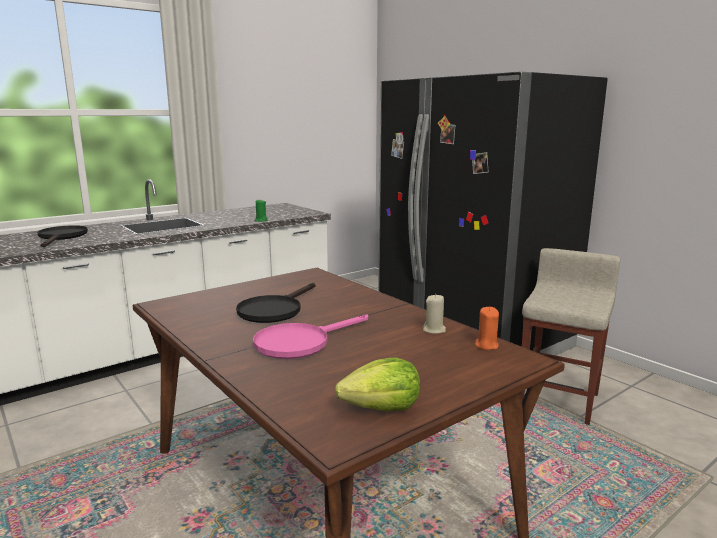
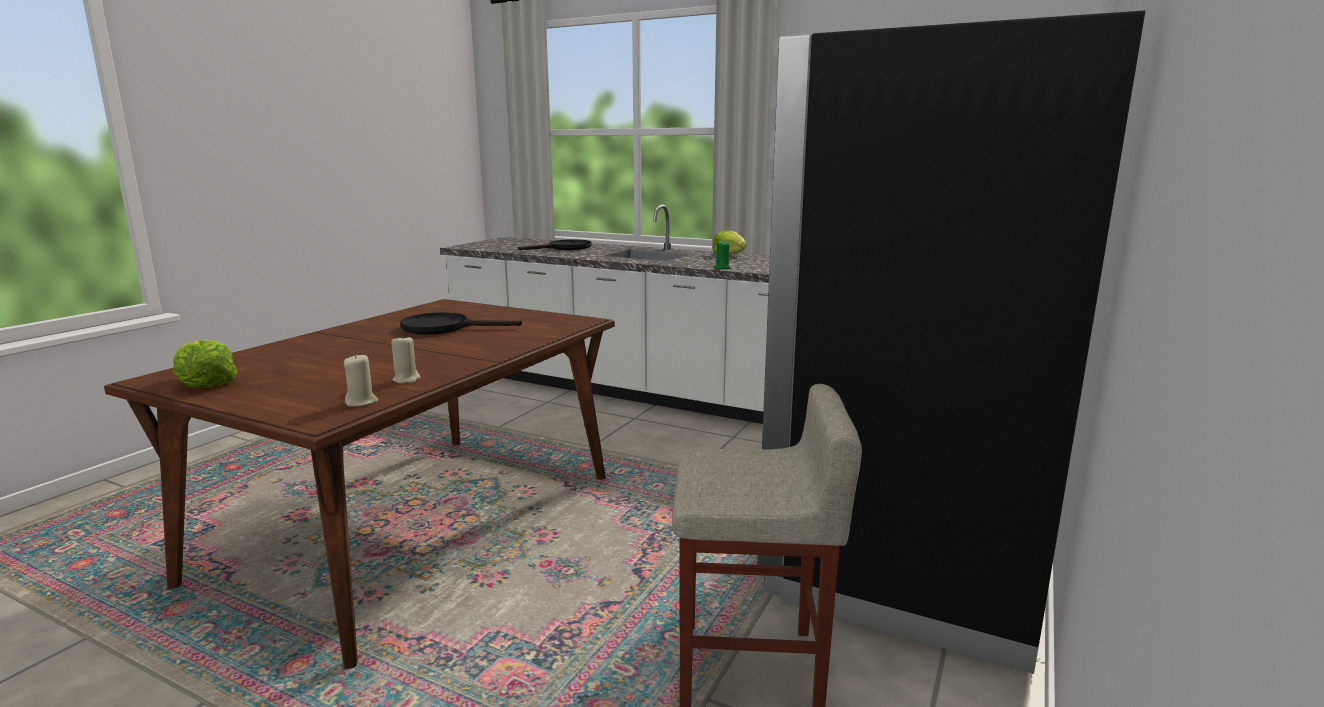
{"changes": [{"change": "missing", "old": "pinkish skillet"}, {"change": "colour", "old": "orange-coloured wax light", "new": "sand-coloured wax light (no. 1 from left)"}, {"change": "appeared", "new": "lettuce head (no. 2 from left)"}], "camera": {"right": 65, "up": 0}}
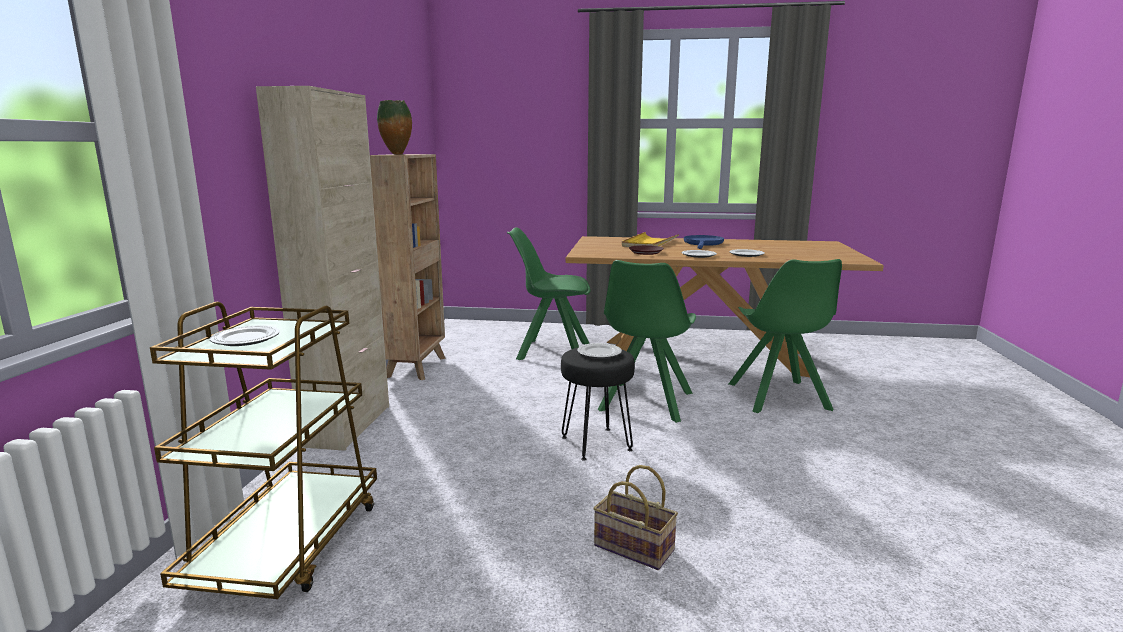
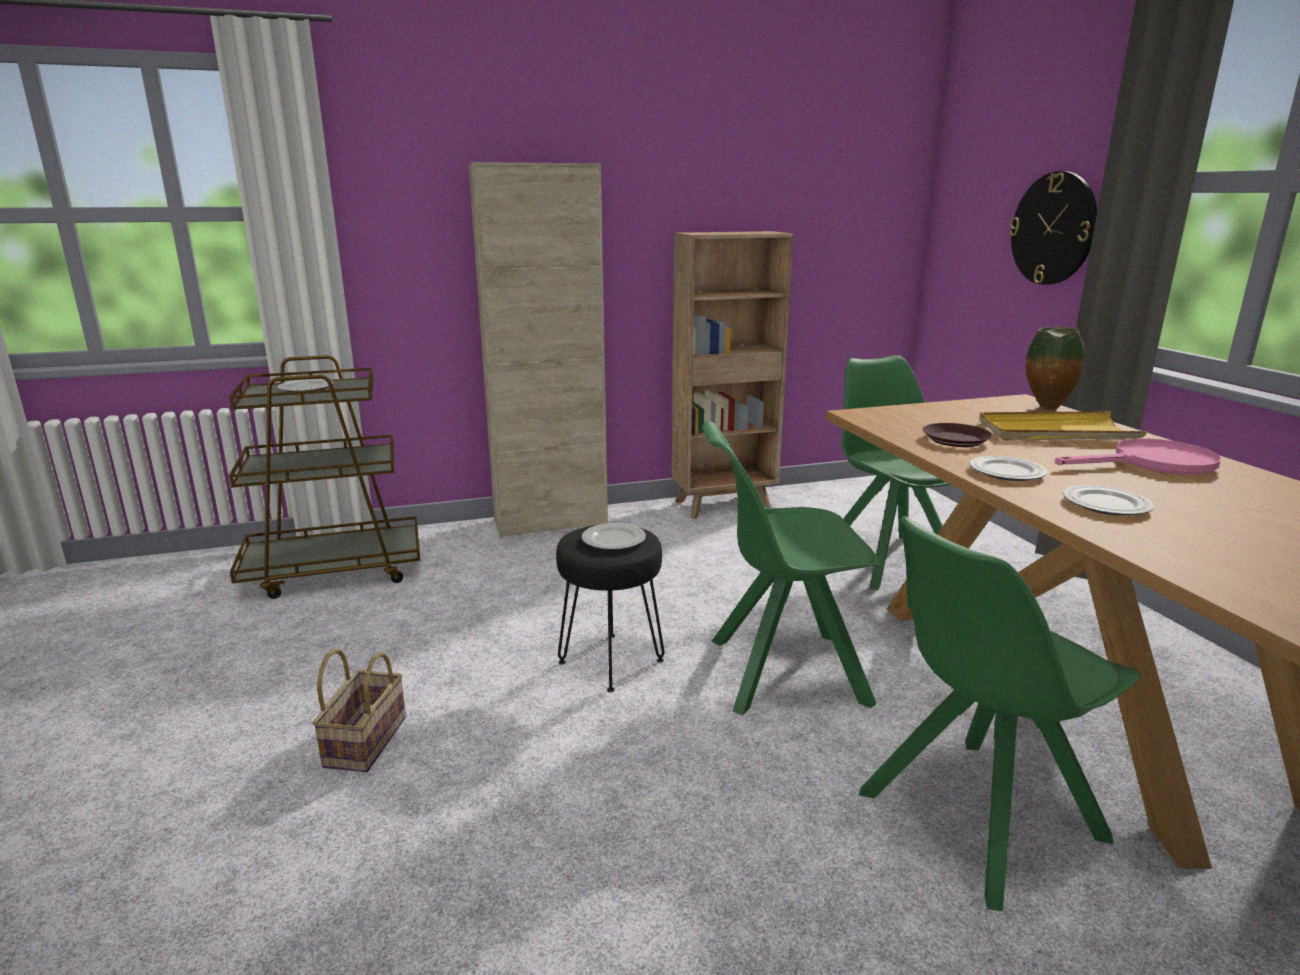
{"changes": [{"change": "relocated", "old": "decorative vase"}, {"change": "colour", "old": "bluish skillet", "new": "pinkish skillet"}, {"change": "appeared", "new": "clock on the wall"}], "camera": {"right": 65, "up": 5}}
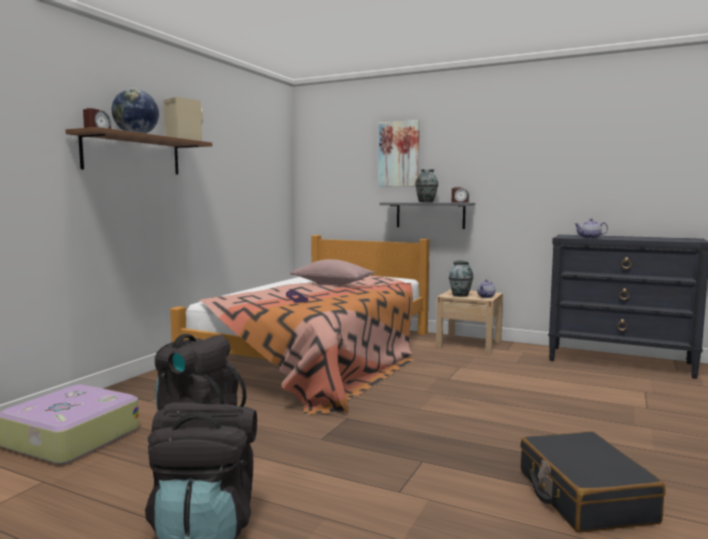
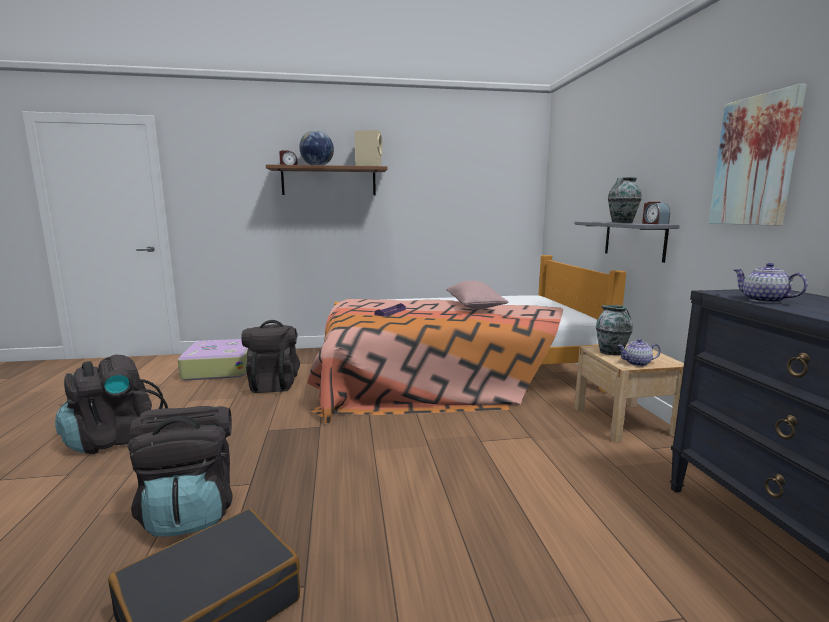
{"changes": [{"change": "relocated", "old": "picture"}, {"change": "appeared", "new": "black rucksack (no. 2 from left)"}], "camera": {"right": 55, "up": 5}}
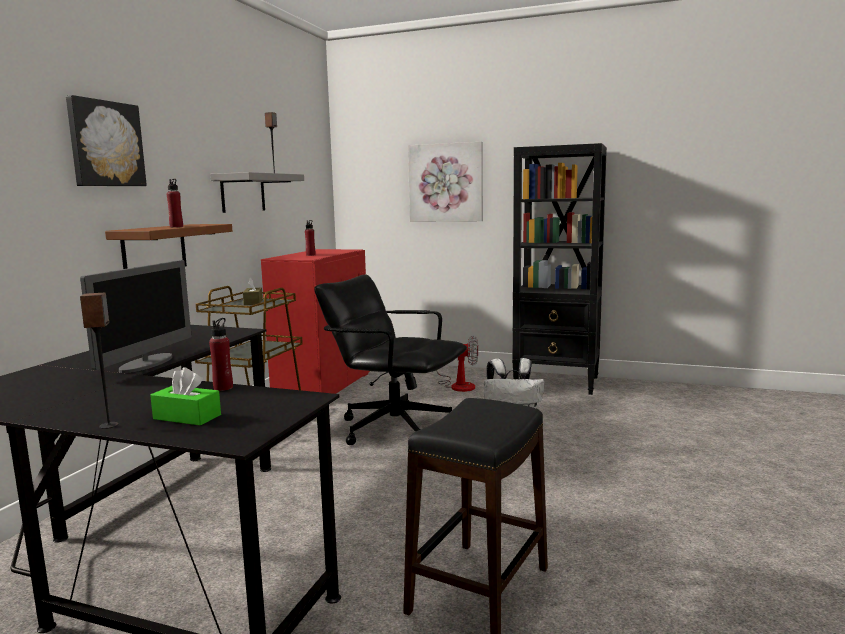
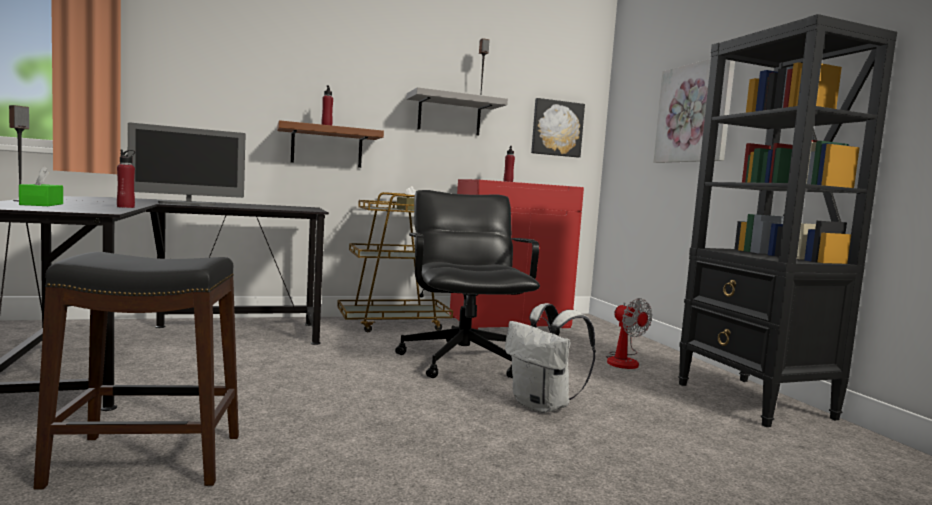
{"changes": [{"change": "relocated", "old": "picture (no. 1 from left)"}], "camera": {"right": 50, "up": -5}}
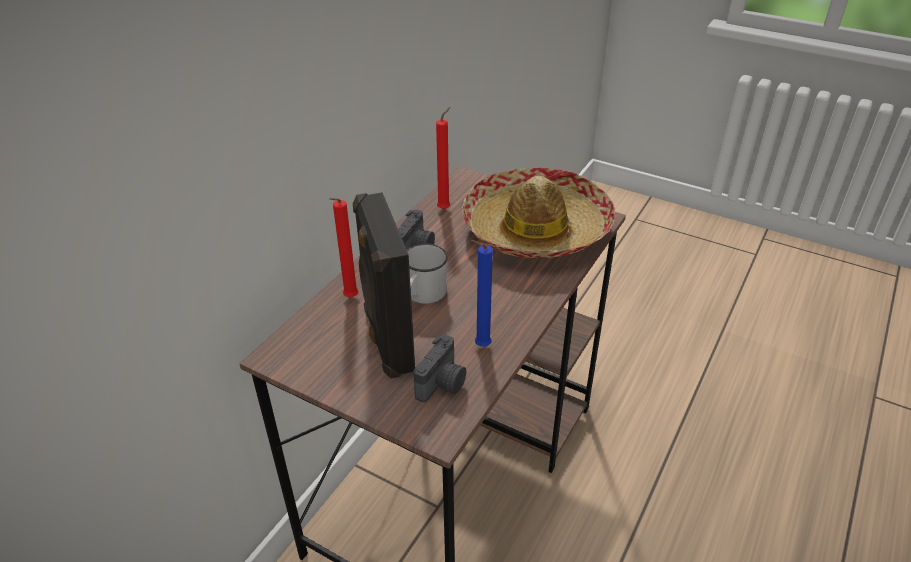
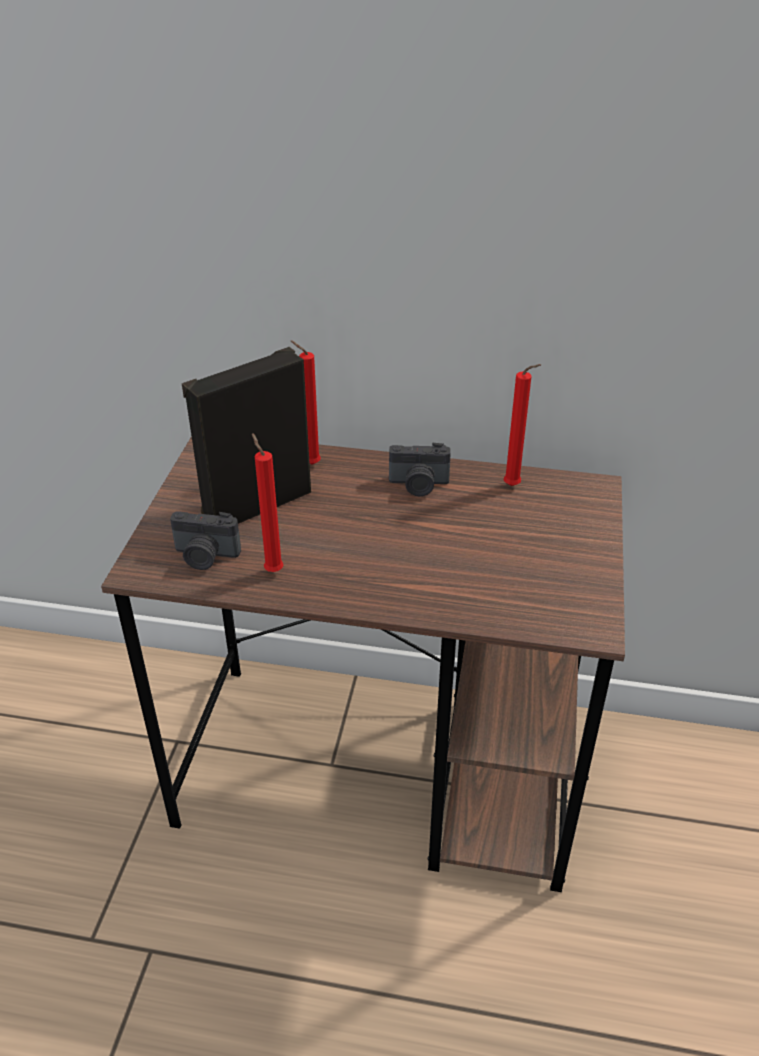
{"changes": [{"change": "missing", "old": "white tea mug"}, {"change": "missing", "old": "hat"}, {"change": "colour", "old": "bluish wax light", "new": "reddish wax light (no. 1 from left)"}], "camera": {"right": 70, "up": 0}}
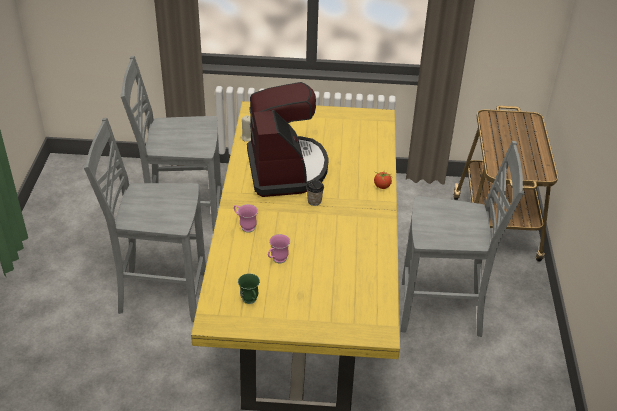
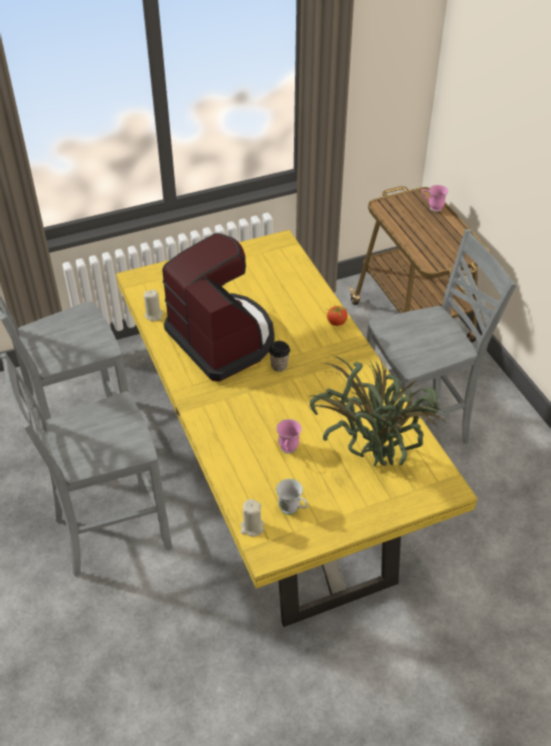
{"changes": [{"change": "relocated", "old": "pinkish tea mug (no. 1 from left in the first image)", "new": "pinkish tea mug (no. 2 from left)"}, {"change": "colour", "old": "greenish tea mug", "new": "white tea mug"}, {"change": "appeared", "new": "sand-coloured wax light (no. 2 from left)"}, {"change": "appeared", "new": "potted plant"}], "camera": {"right": -25, "up": 5}}
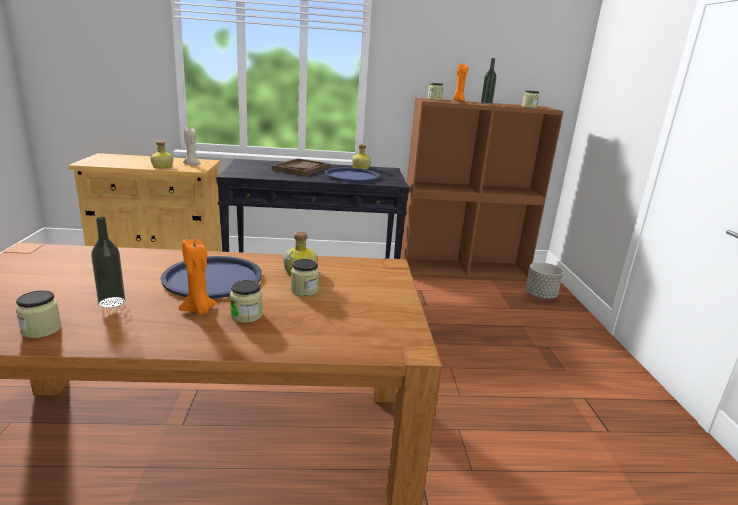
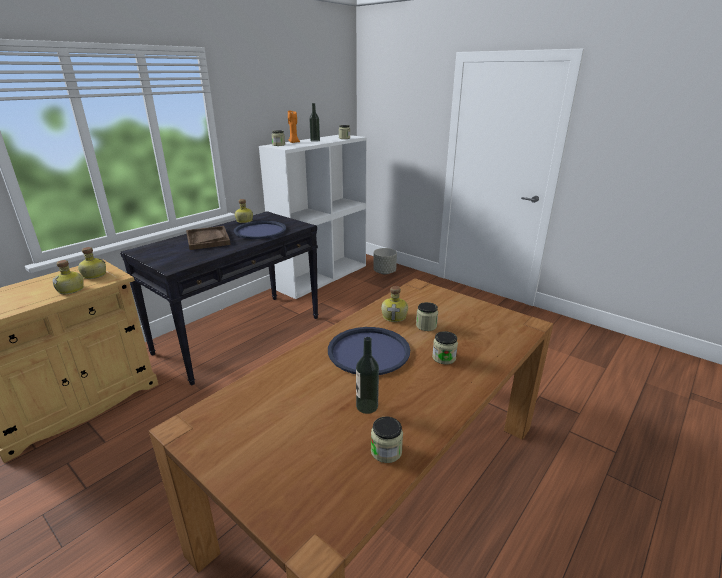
{"changes": [{"change": "missing", "old": "orange-coloured wax light (no. 1 from left)"}, {"change": "exchanged", "old": "sand-coloured wax light", "new": "drink bottle (no. 2 from left)"}, {"change": "colour", "old": "brownish bookshelf", "new": "white bookshelf"}], "camera": {"right": -45, "up": 5}}
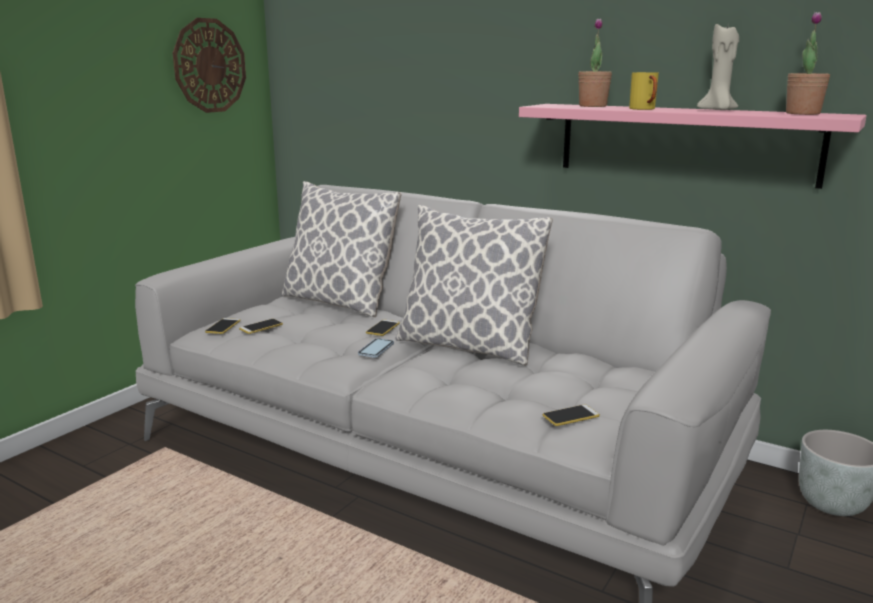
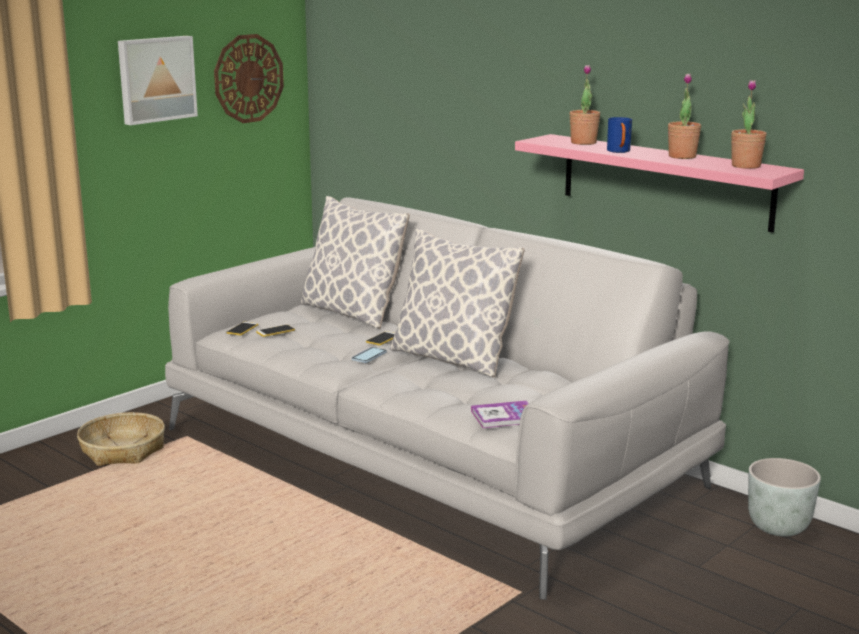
{"changes": [{"change": "exchanged", "old": "telephone (no. 5 from left)", "new": "bound book"}, {"change": "colour", "old": "yellow-coloured tea mug", "new": "bluish tea mug"}, {"change": "exchanged", "old": "sand-coloured wax light", "new": "potted plant (no. 2 from left)"}, {"change": "appeared", "new": "basket"}, {"change": "appeared", "new": "picture"}], "camera": {"right": 10, "up": 0}}
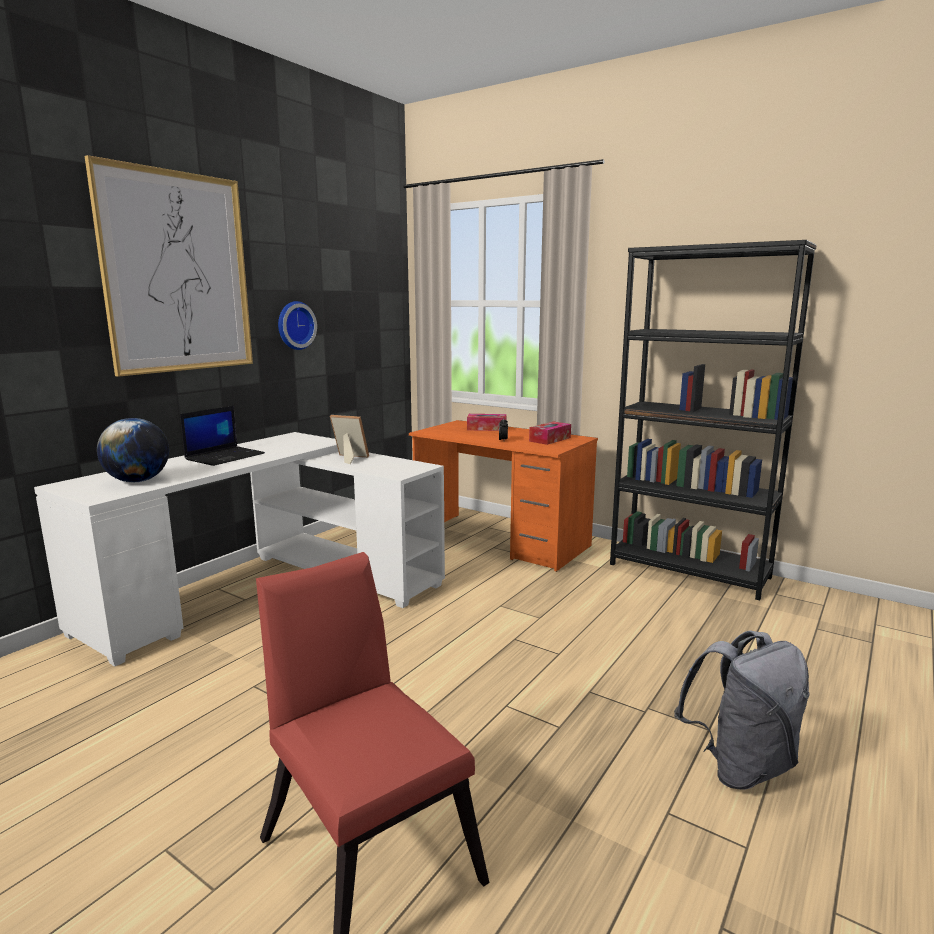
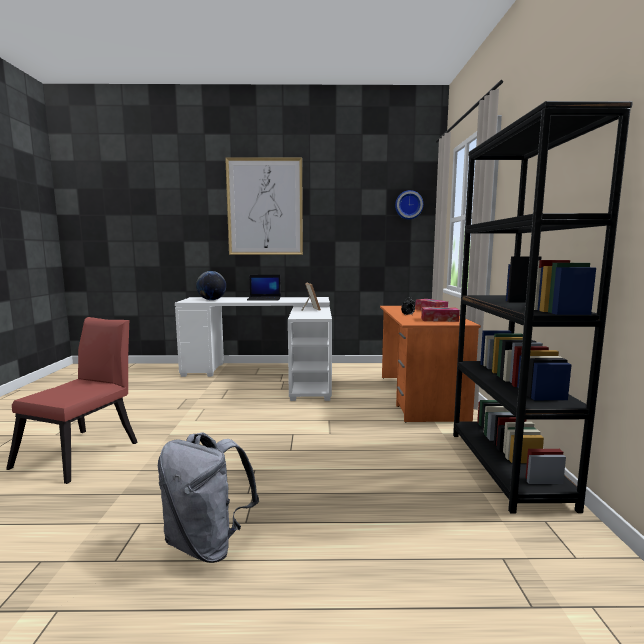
{"changes": [{"change": "relocated", "old": "clock on the wall"}], "camera": {"right": 55, "up": -5}}
